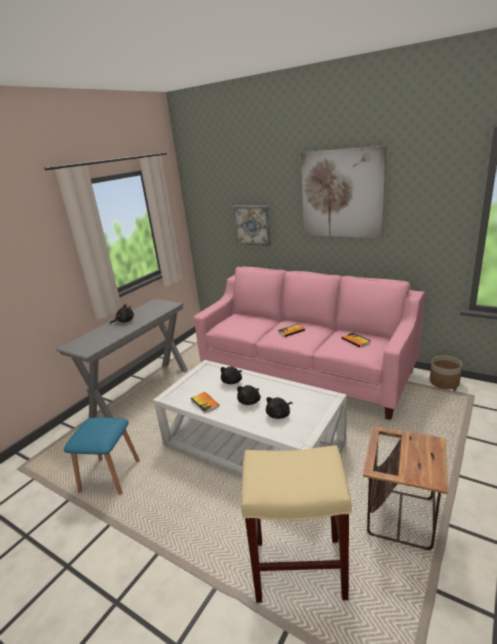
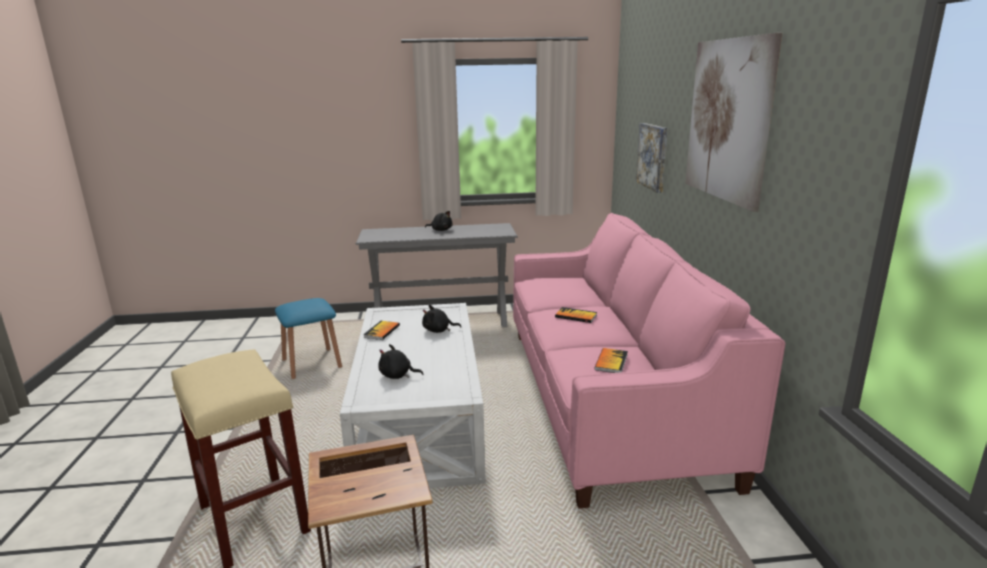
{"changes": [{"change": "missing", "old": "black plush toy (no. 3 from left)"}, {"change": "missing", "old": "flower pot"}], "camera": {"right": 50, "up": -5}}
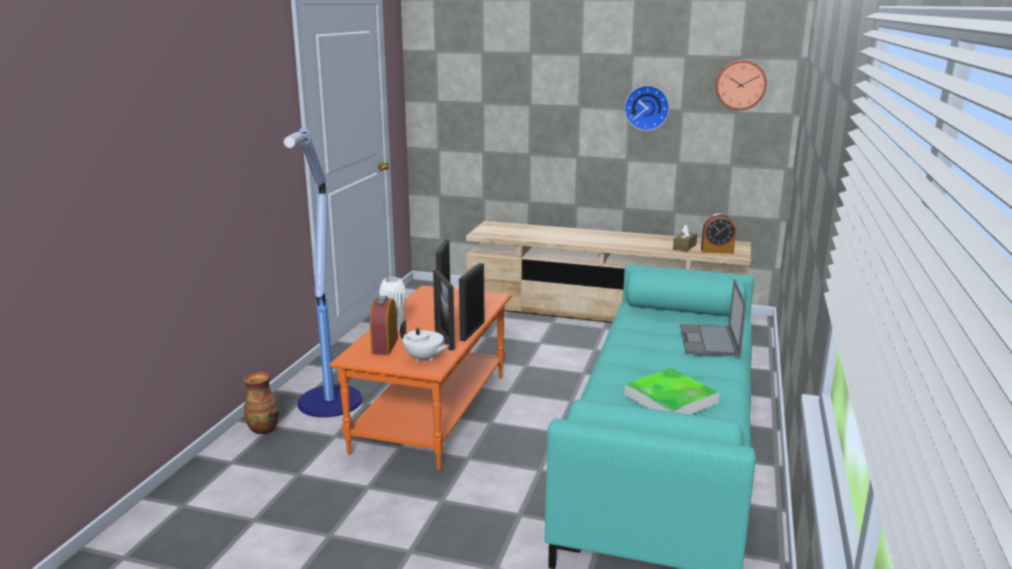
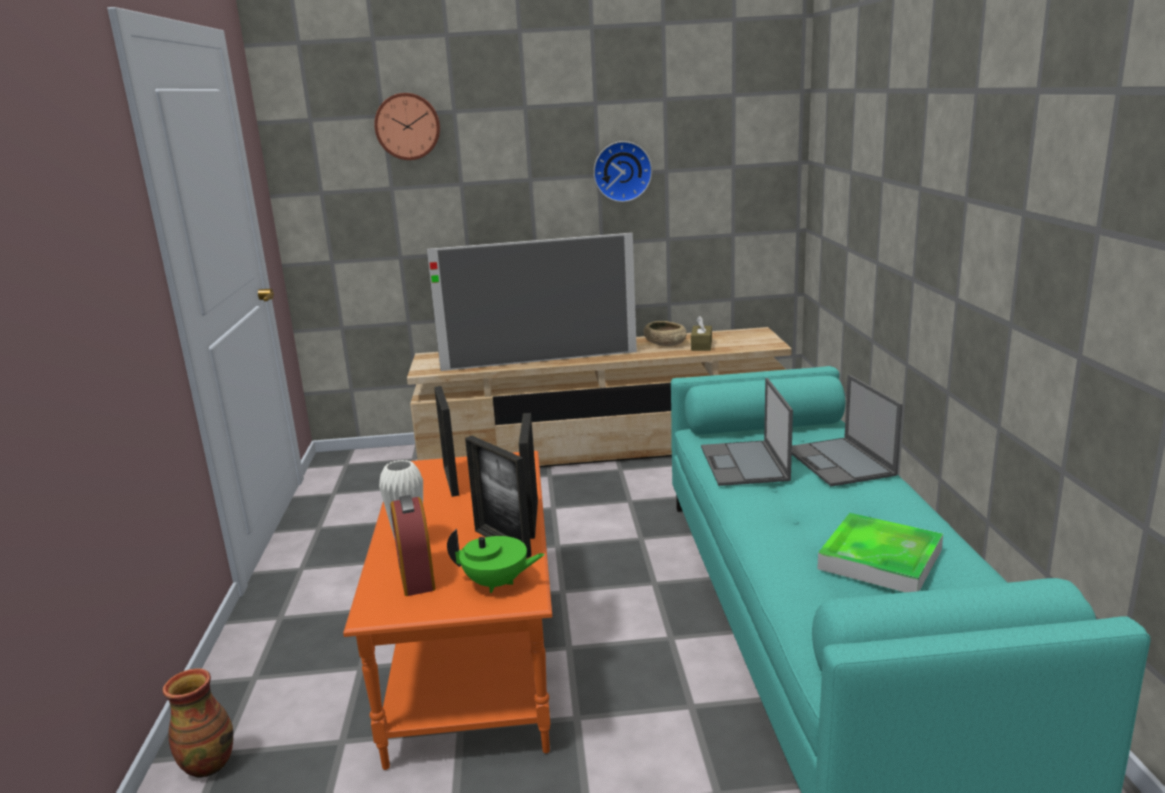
{"changes": [{"change": "missing", "old": "floor lamp"}, {"change": "colour", "old": "white teapot", "new": "greenish teapot"}, {"change": "missing", "old": "bedside clock (no. 2 from left)"}, {"change": "relocated", "old": "clock on the wall (no. 2 from left in the first image)", "new": "clock on the wall (no. 1 from left)"}, {"change": "appeared", "new": "TV"}, {"change": "appeared", "new": "sand-coloured serving bowl"}, {"change": "appeared", "new": "portable computer (no. 1 from left)"}], "camera": {"right": -20, "up": 0}}
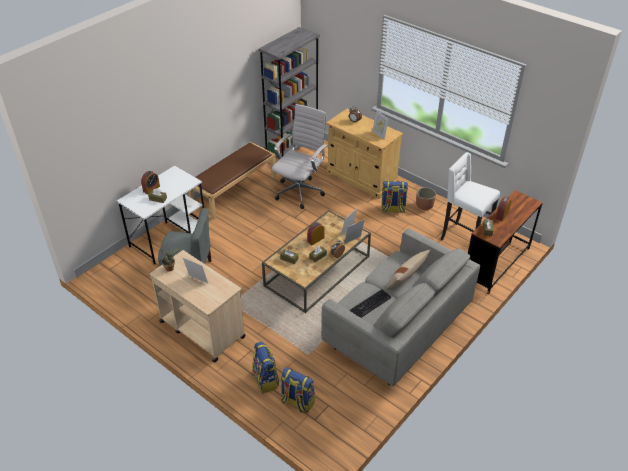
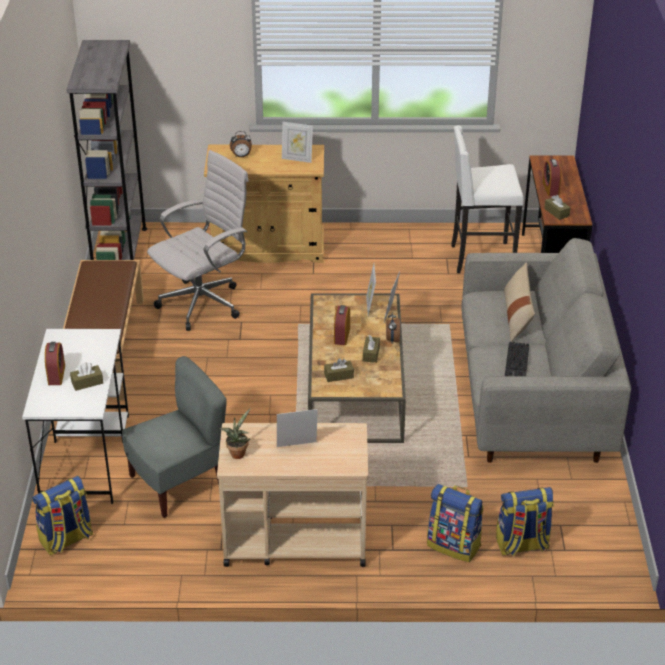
{"changes": [{"change": "spun", "old": "white computer chair", "degrees": 60}, {"change": "relocated", "old": "rucksack (no. 3 from left in the first image)", "new": "rucksack (no. 1 from left)"}, {"change": "missing", "old": "flower pot"}], "camera": {"right": -40, "up": -5}}
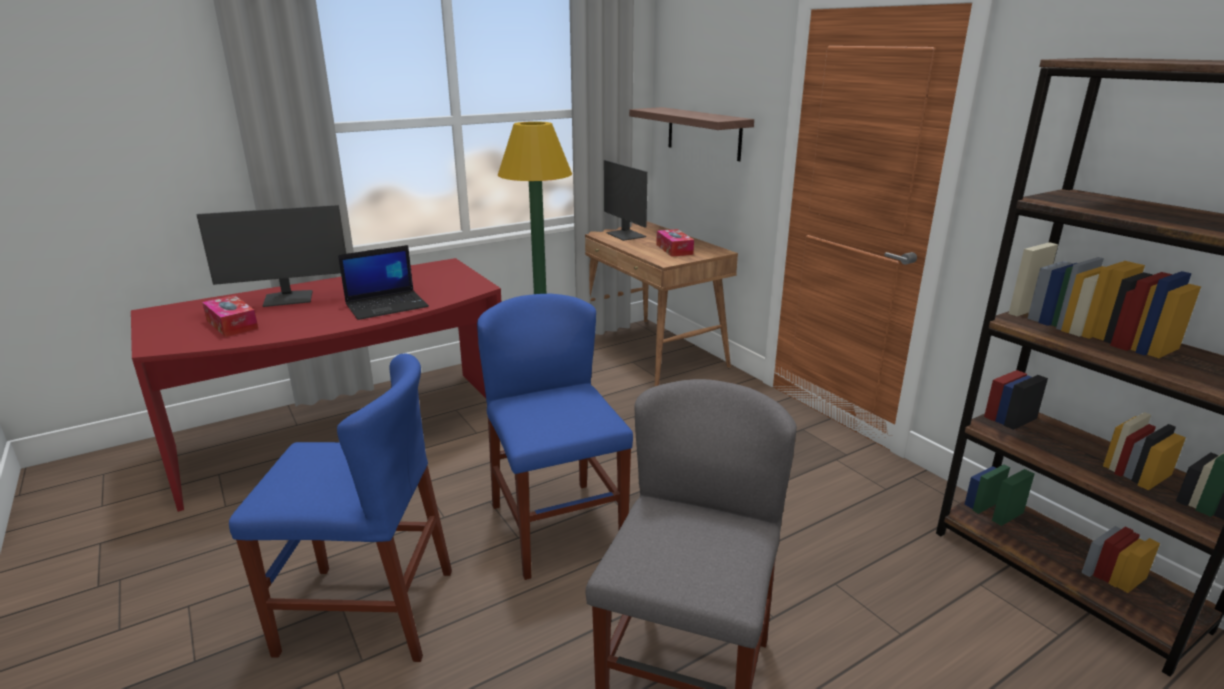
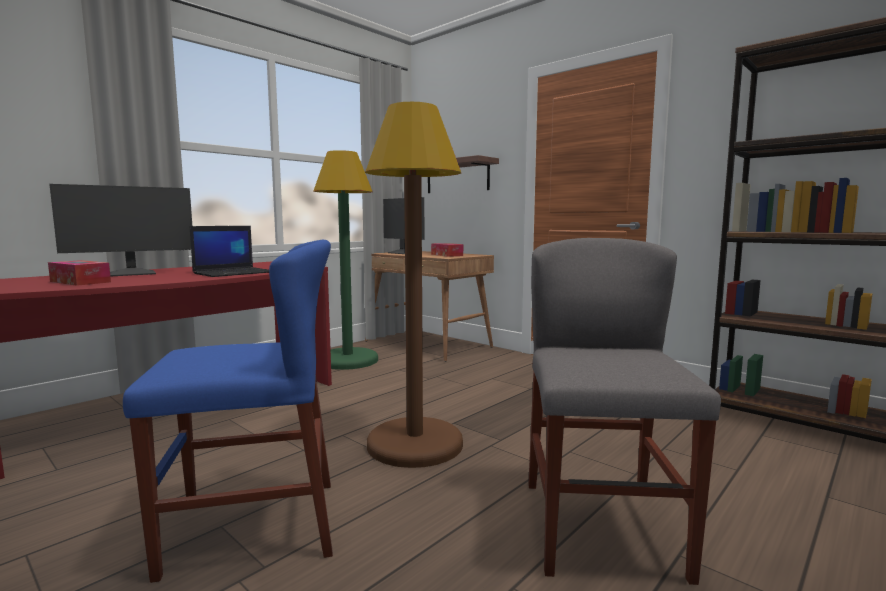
{"changes": [{"change": "exchanged", "old": "bluish plain chair (no. 2 from left)", "new": "brownish floor lamp"}], "camera": {"right": -15, "up": -15}}
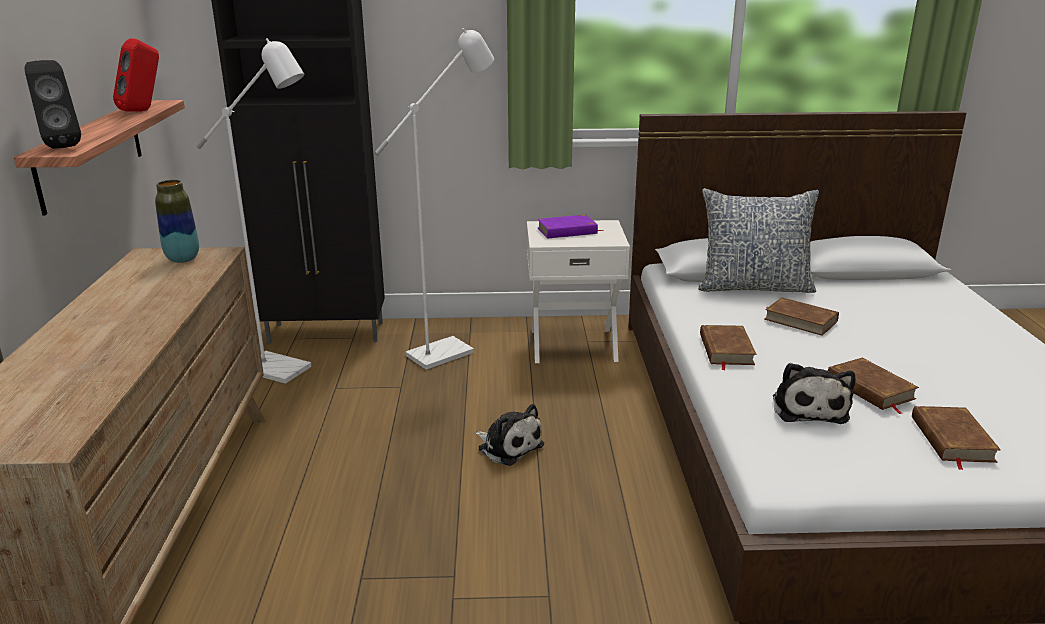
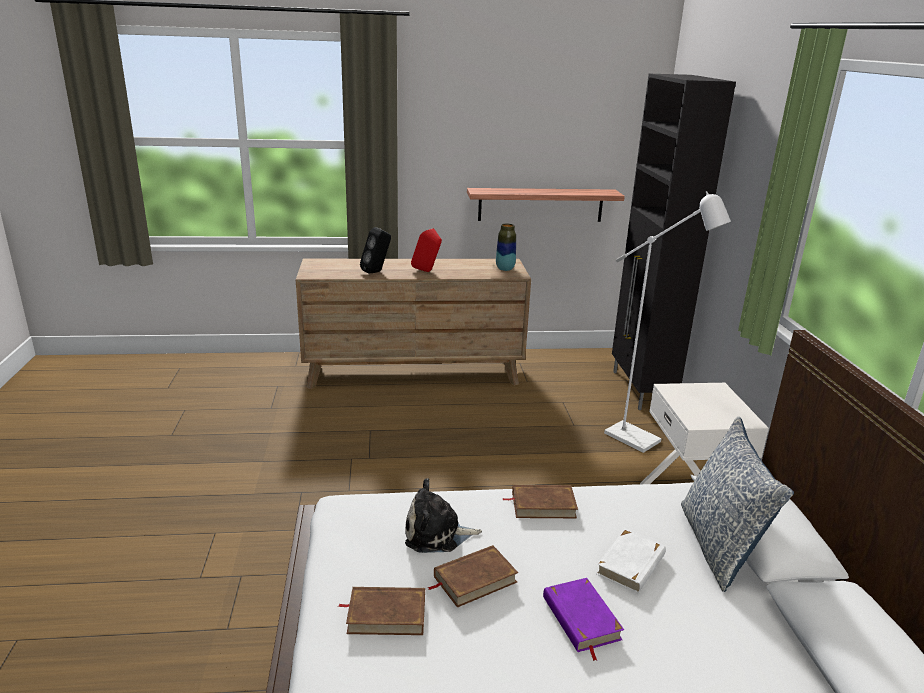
{"changes": [{"change": "relocated", "old": "black audio speaker"}, {"change": "relocated", "old": "reddish audio speaker"}, {"change": "missing", "old": "white floor lamp (no. 1 from left)"}, {"change": "missing", "old": "plush toy (no. 1 from left)"}, {"change": "relocated", "old": "purple bound book"}, {"change": "colour", "old": "brownish bound book (no. 2 from left)", "new": "white bound book"}], "camera": {"right": 85, "up": 0}}
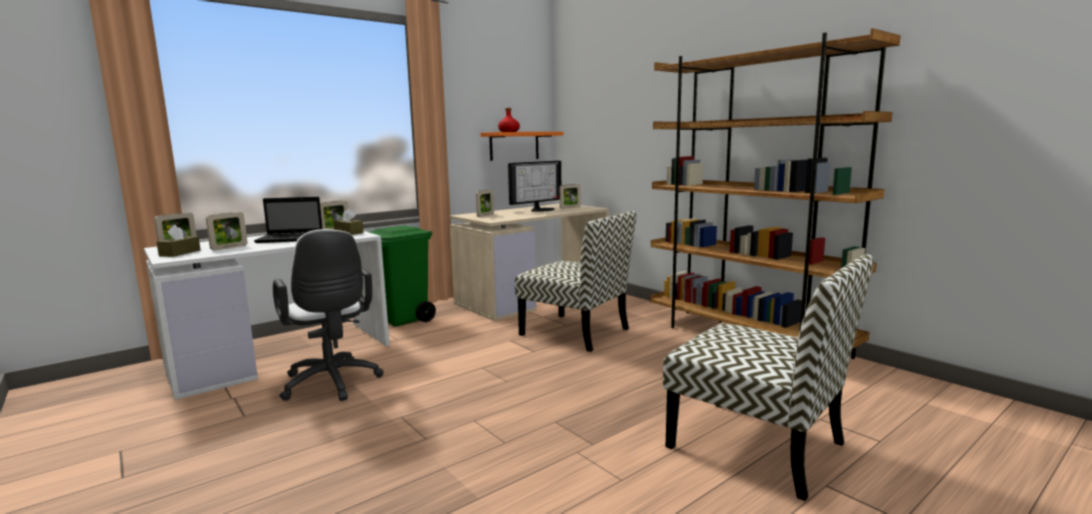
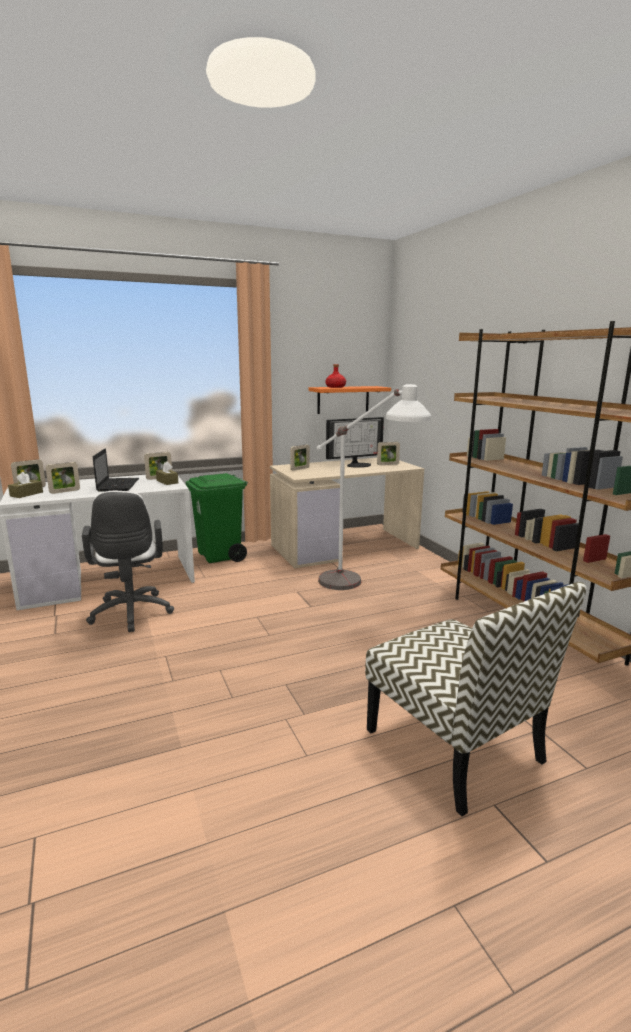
{"changes": [{"change": "spun", "old": "portable computer", "degrees": -105}, {"change": "exchanged", "old": "plain chair (no. 1 from left)", "new": "white floor lamp"}], "camera": {"right": 15, "up": 5}}
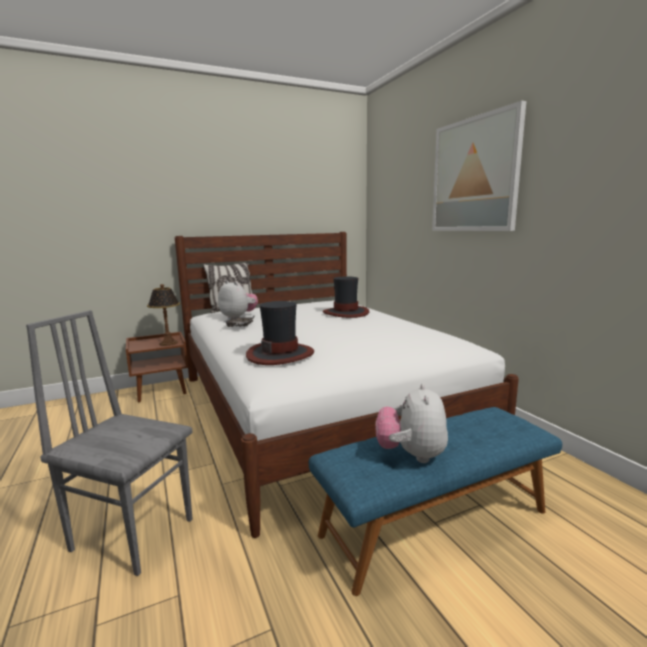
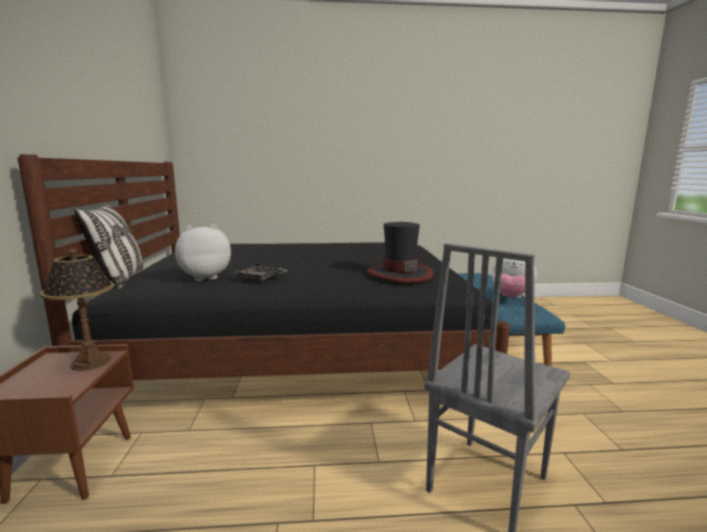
{"changes": [{"change": "colour", "old": "white bedroom bed", "new": "black bedroom bed"}, {"change": "missing", "old": "hat (no. 2 from left)"}, {"change": "missing", "old": "picture"}], "camera": {"right": -70, "up": 0}}
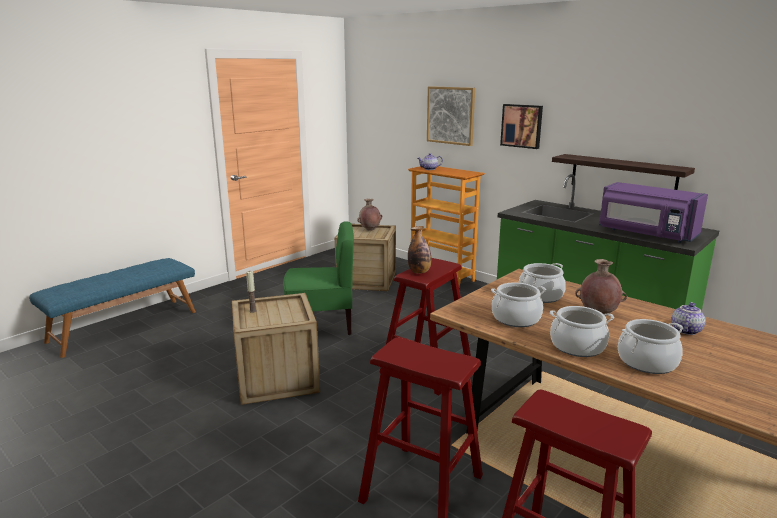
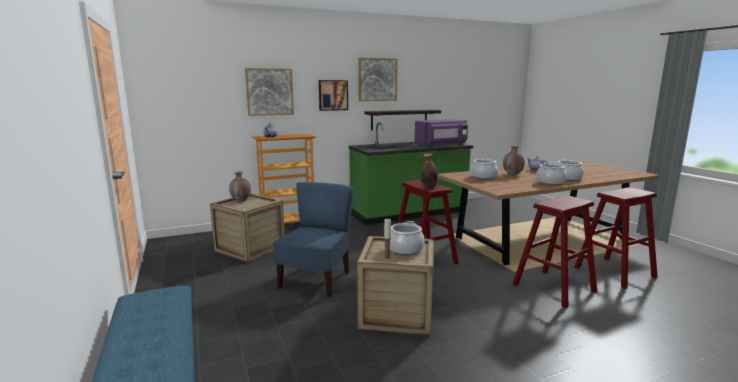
{"changes": [{"change": "colour", "old": "greenish plain chair", "new": "bluish plain chair"}, {"change": "relocated", "old": "saucepot (no. 1 from left)"}, {"change": "appeared", "new": "picture (no. 3 from left)"}], "camera": {"right": -65, "up": -5}}
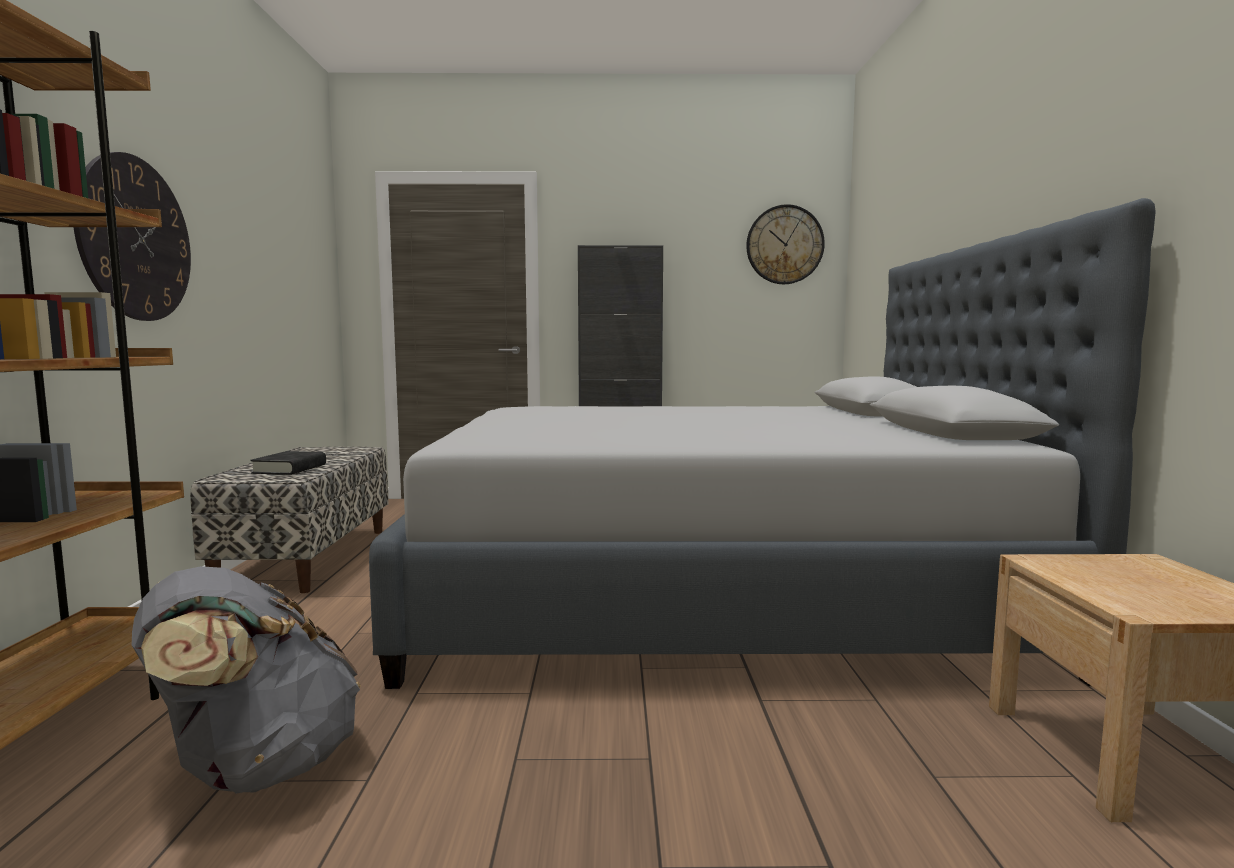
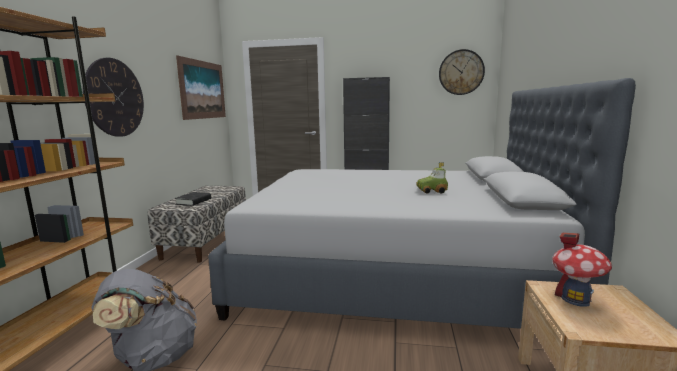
{"changes": [{"change": "appeared", "new": "picture"}, {"change": "appeared", "new": "miniature car"}, {"change": "appeared", "new": "model house"}], "camera": {"right": 10, "up": 5}}
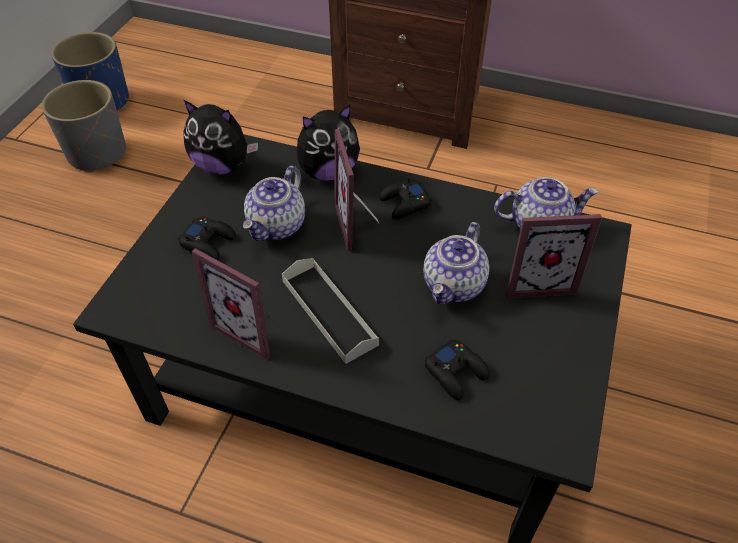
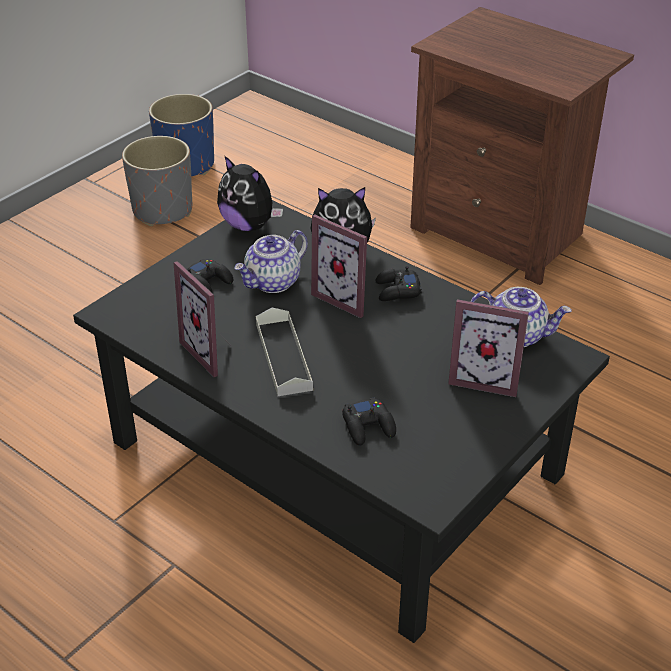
{"changes": [{"change": "spun", "old": "photo frame (no. 2 from left)", "degrees": -60}, {"change": "missing", "old": "teapot (no. 2 from left)"}], "camera": {"right": 20, "up": -10}}
